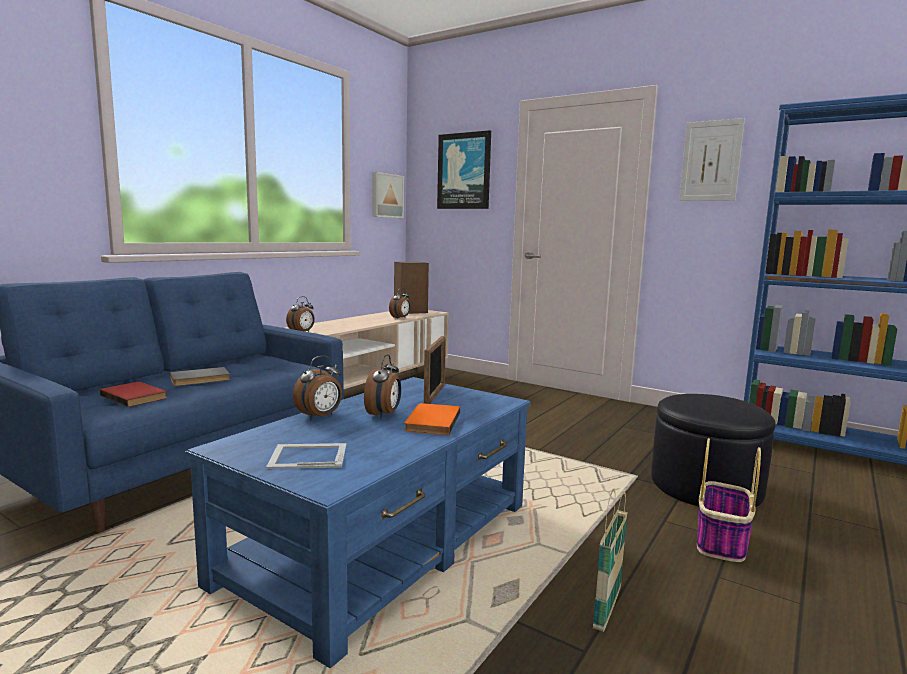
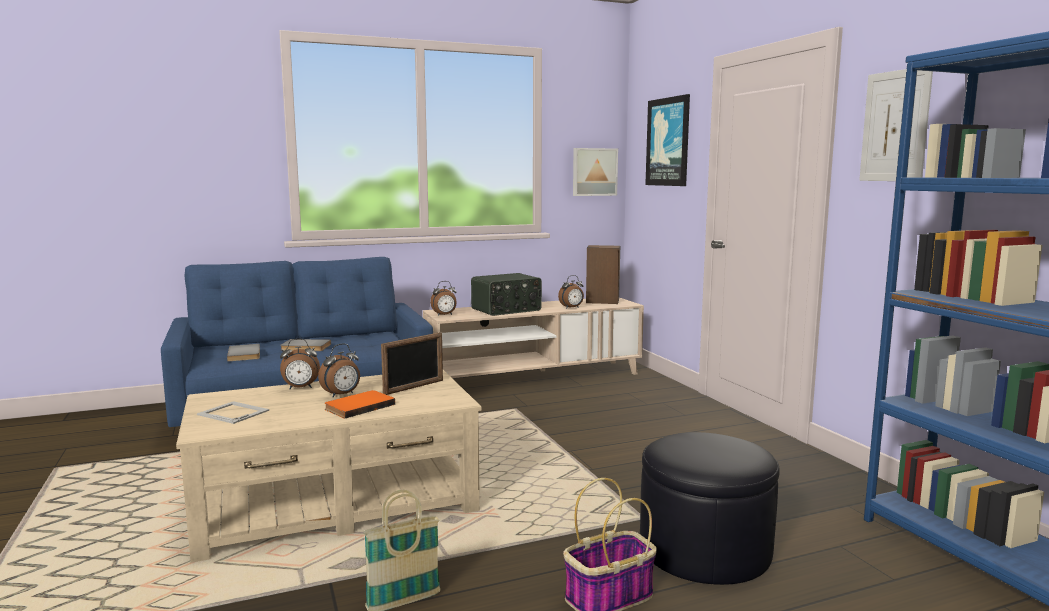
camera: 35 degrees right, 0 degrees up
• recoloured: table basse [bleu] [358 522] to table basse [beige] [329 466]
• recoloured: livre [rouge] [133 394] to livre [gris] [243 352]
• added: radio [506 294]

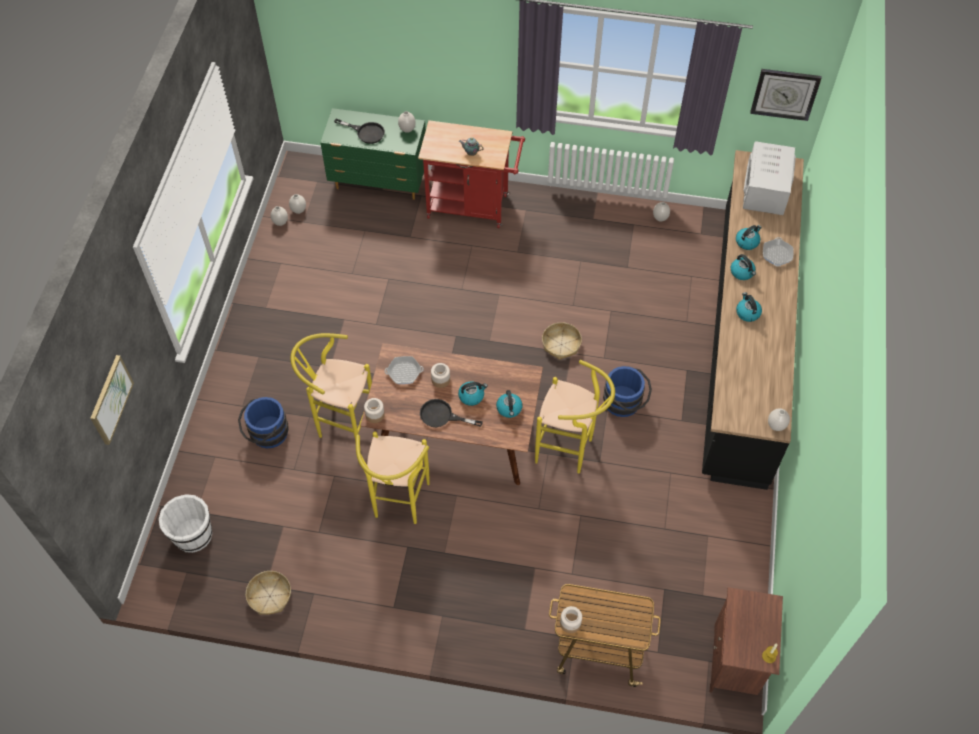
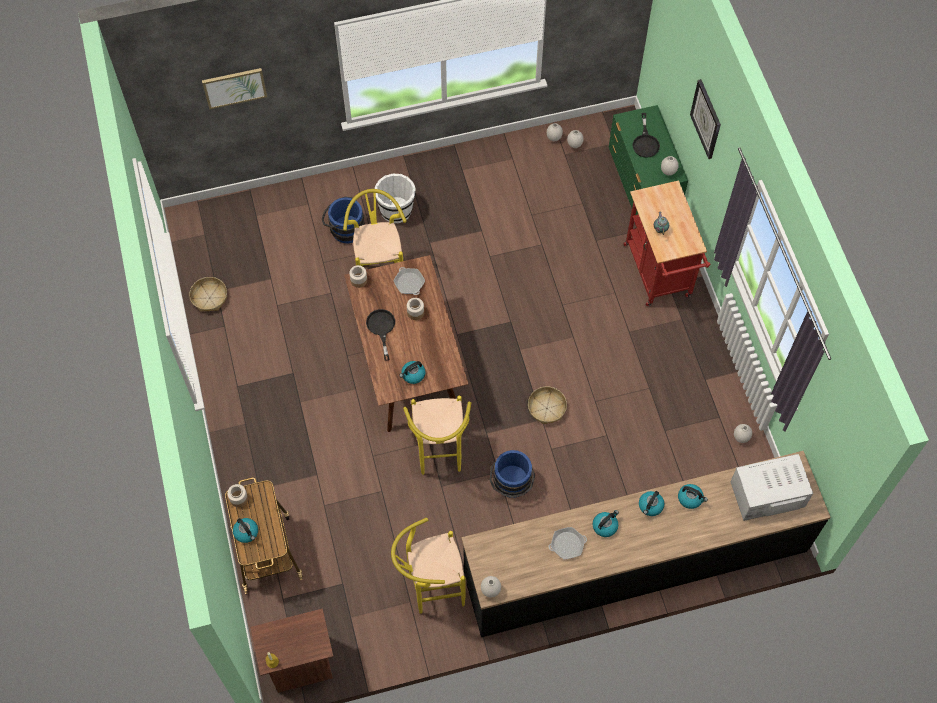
camera: 65 degrees right, 5 degrees up
• moved: bouilloire [473 393] to [245 530]
• moved: seau [blanc] [185 523] to [395 198]
• moved: tabouret [jaune] [393 477] to [428 566]
• moved: poêle [778 252] to [568 543]
• moved: horloge murale [786 95] to [705 119]

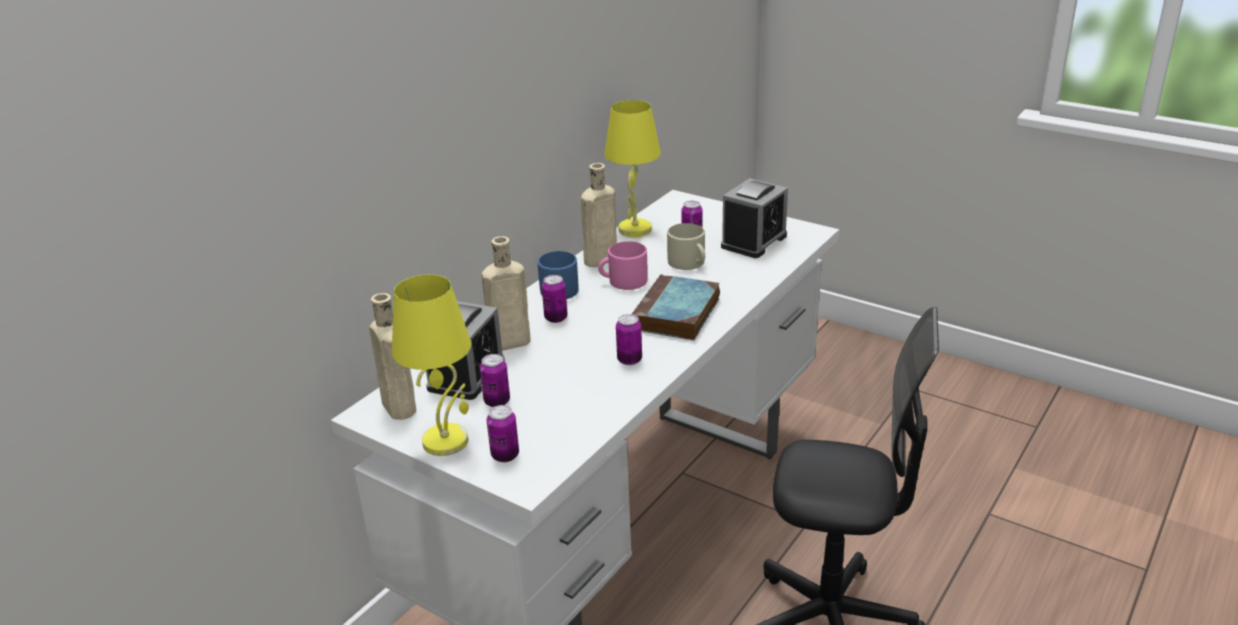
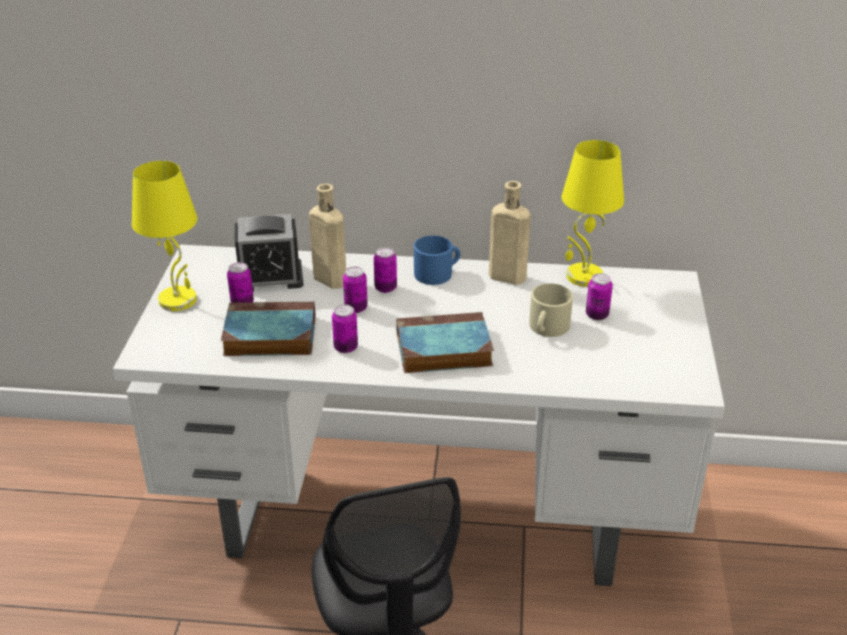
camera: 60 degrees right, 5 degrees up
• added: livre [268 329]
• moved: boîte métallique [503 433] to [355 289]
• removed: bouteille [beige] [392 356]
• removed: mug [rose] [623 265]
• removed: réveil [754 218]

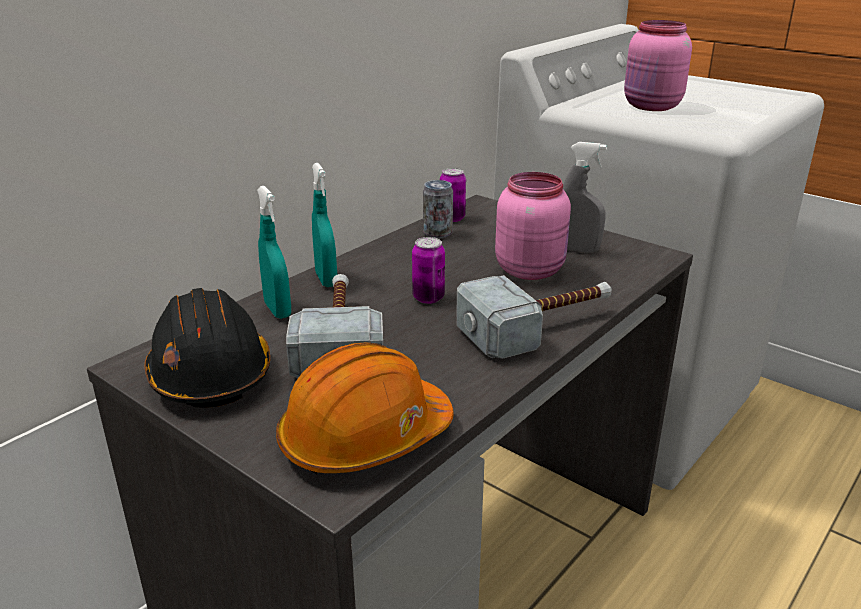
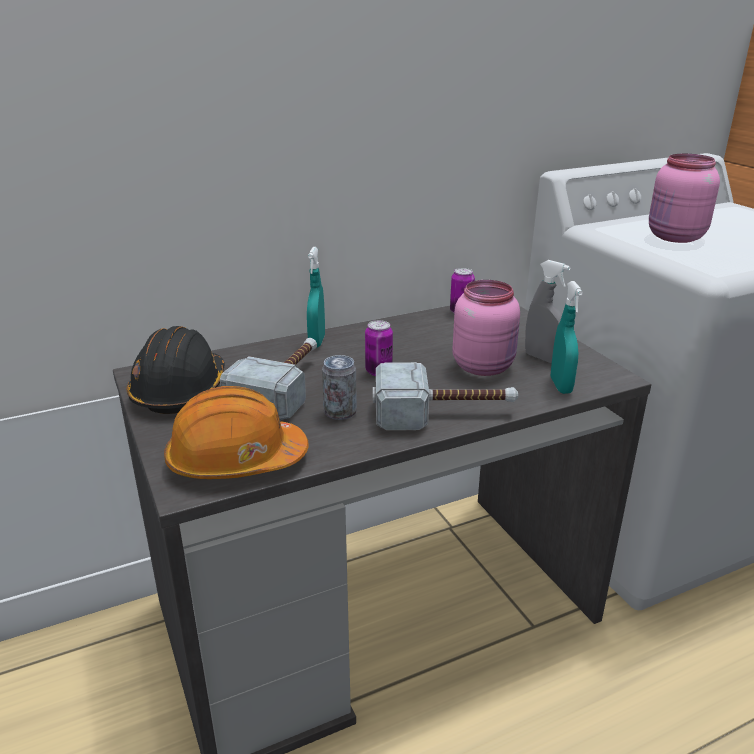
camera: 25 degrees right, 0 degrees up
• moved: boîte métallique [438 209] to [339 387]
• moved: vaporisateur [turquoise] [274 252] to [567 337]

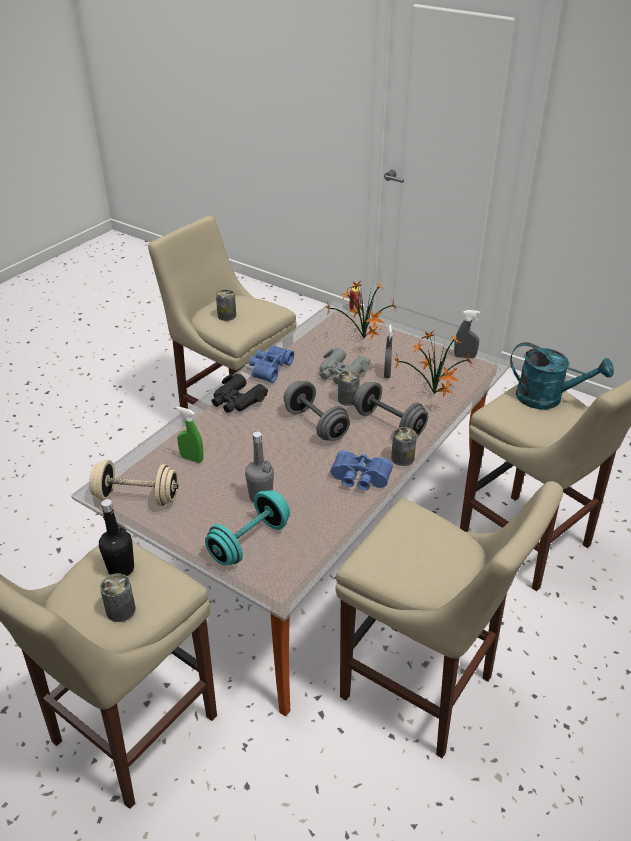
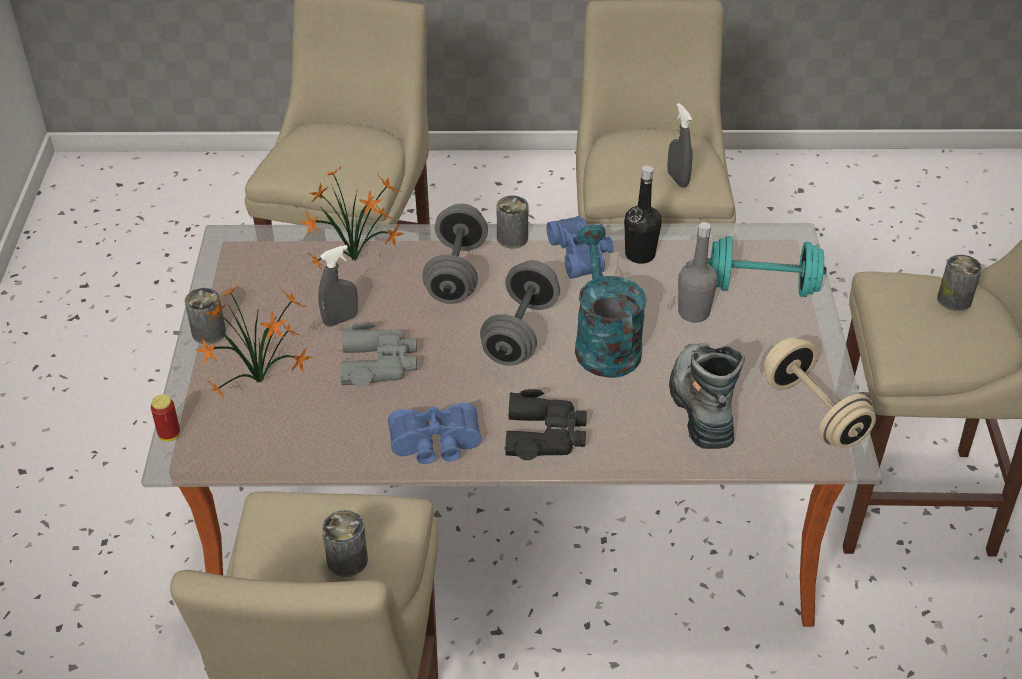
camera: 125 degrees left, 5 degrees up
• moved: boîte métallique [349 388] to [205 316]
• moved: arrosoir [turquoise] [562 375] to [611 301]
• moved: bouteille [noir] [116 537] to [643 214]
• moved: vaporisateur [gris] [467 334] to [679 145]
• replaced: vaporisateur [vert] [189 435] to botte [707 396]

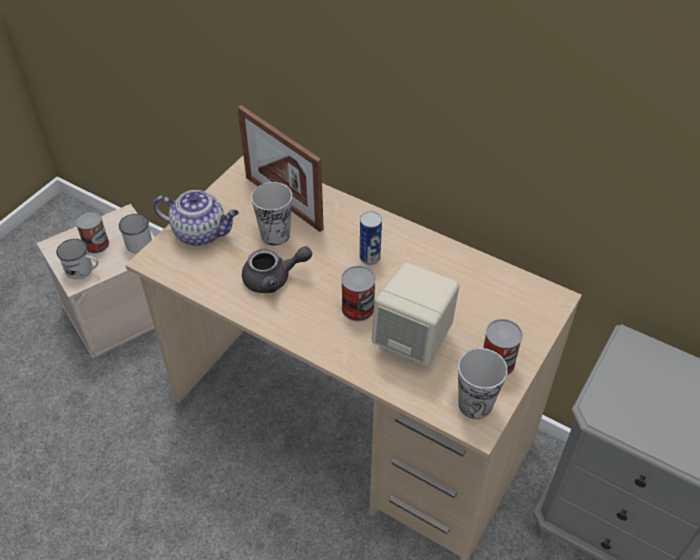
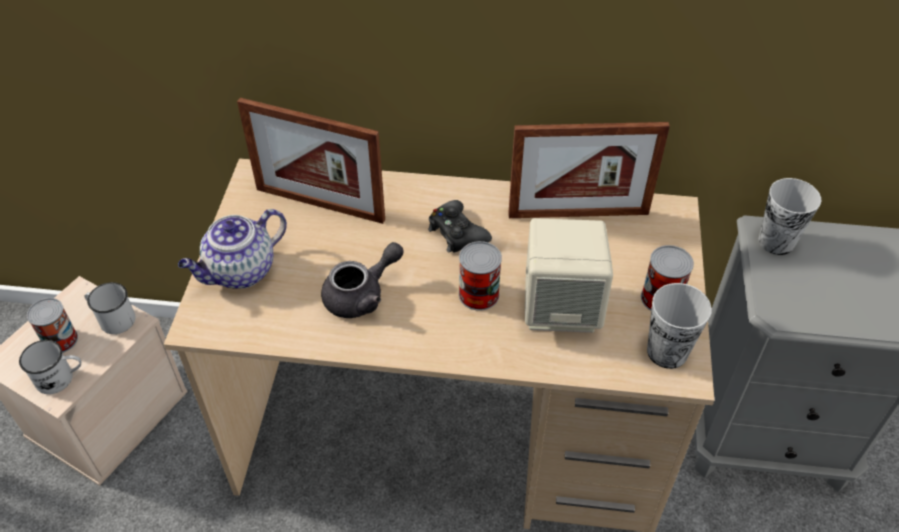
camera: 25 degrees left, 0 degrees up
• turned: théière [196 218] = [232 249] 150 degrees clockwise
• replaced: boîte métallique [371 238] to manette [noir] [460 226]
• added: cadre photo [589 170]
• moved: tasse [271 213] to [790 216]

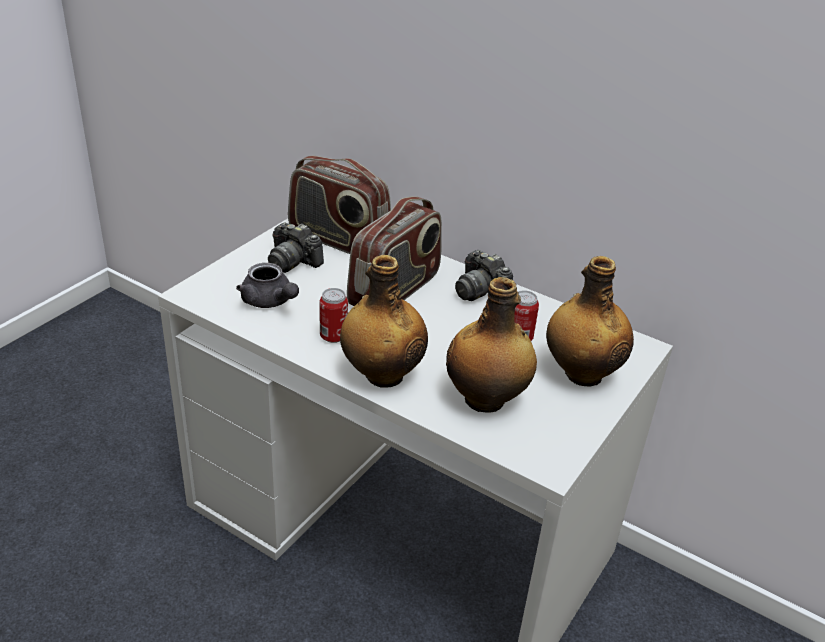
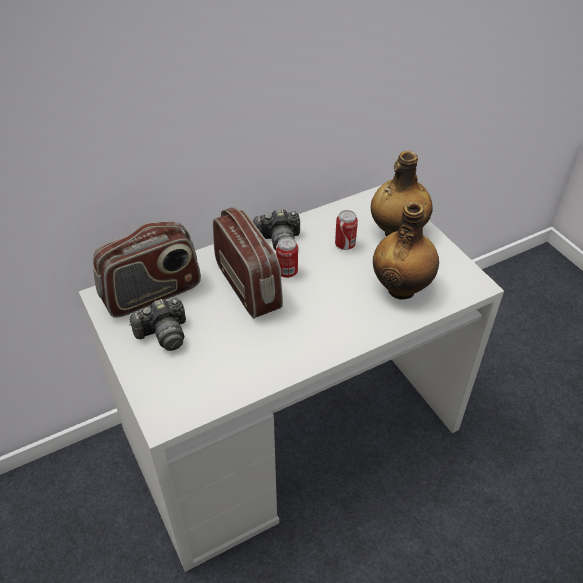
camera: 60 degrees left, 10 degrees up
• moved: boîte métallique [333 315] to [287 257]
• removed: théière [gris] [267 285]
• removed: bouteille [384 321]

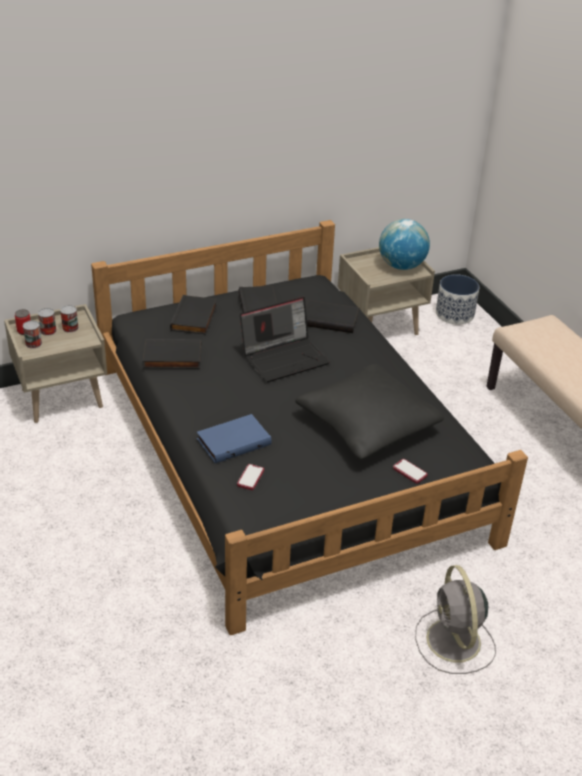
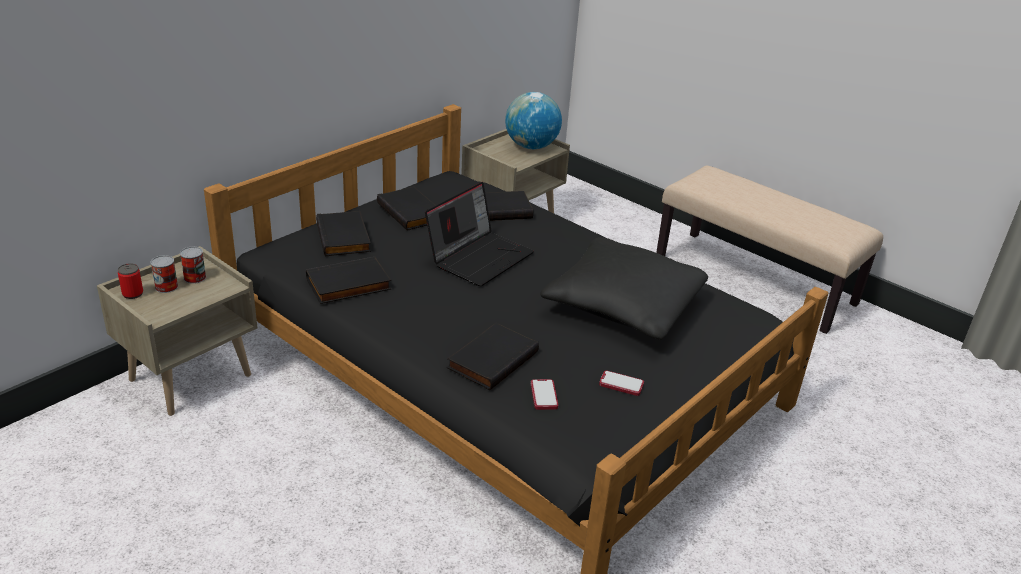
camera: 25 degrees left, 5 degrees down
• recoloured: livre [bleu] [234 438] to livre [noir] [493 356]
• moved: téléphone [410 471] to [621 383]
• removed: boîte métallique [32 334]
• removed: ventilateur [gris] [455 619]
• removed: cache-pot [457 299]

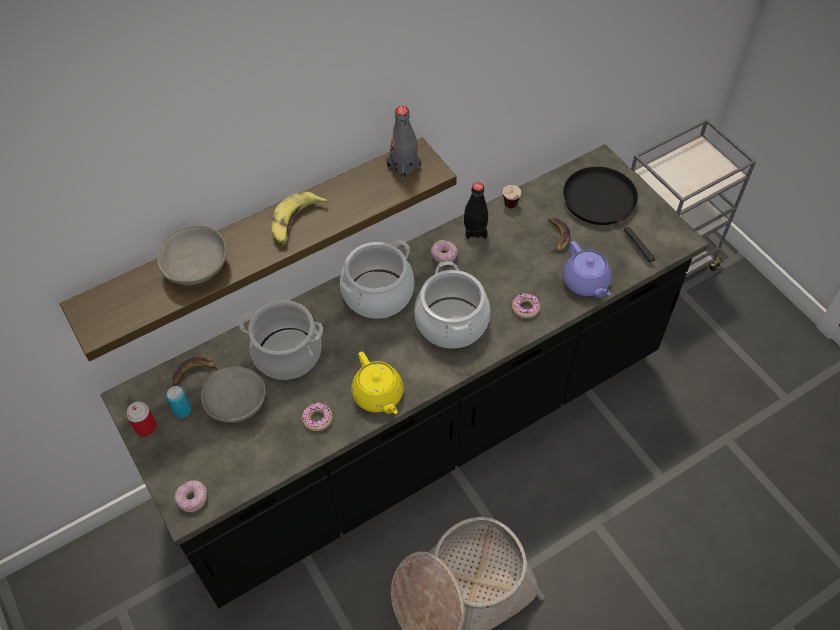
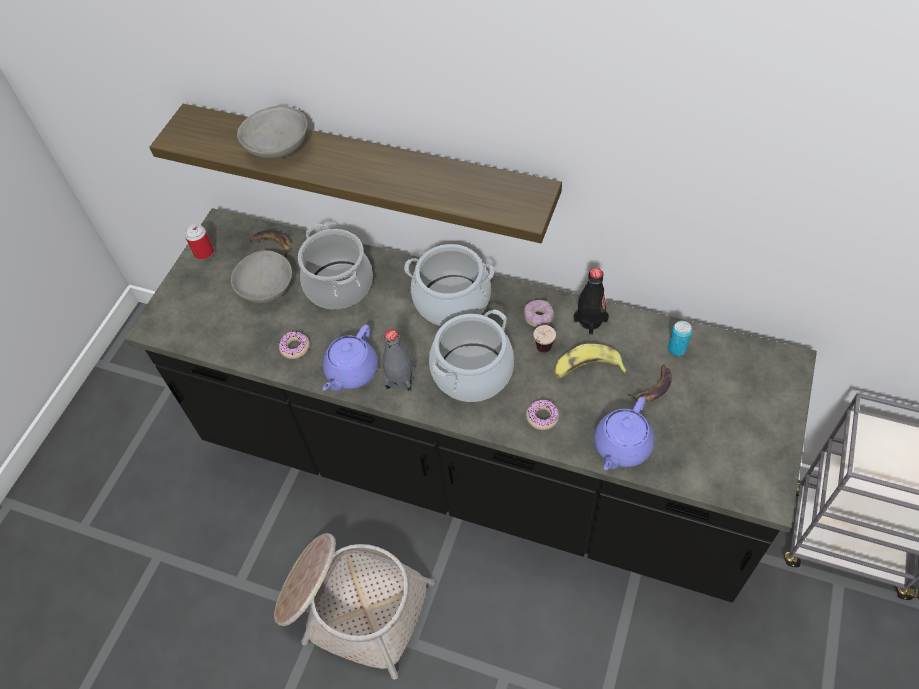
camera: 55 degrees right, 0 degrees up
• recoloured: théière [jaune] [377 382] to théière [violet] [350 358]
• moved: bouteille [gris] [404 142] to [399 360]
• moved: tasse [512 196] to [542 339]
• moved: banane [299 218] to [590 361]
• moved: boîte métallique [178 402] to [680 338]
• removed: beignet [191 496]
• removed: poêle [noir] [609 214]

